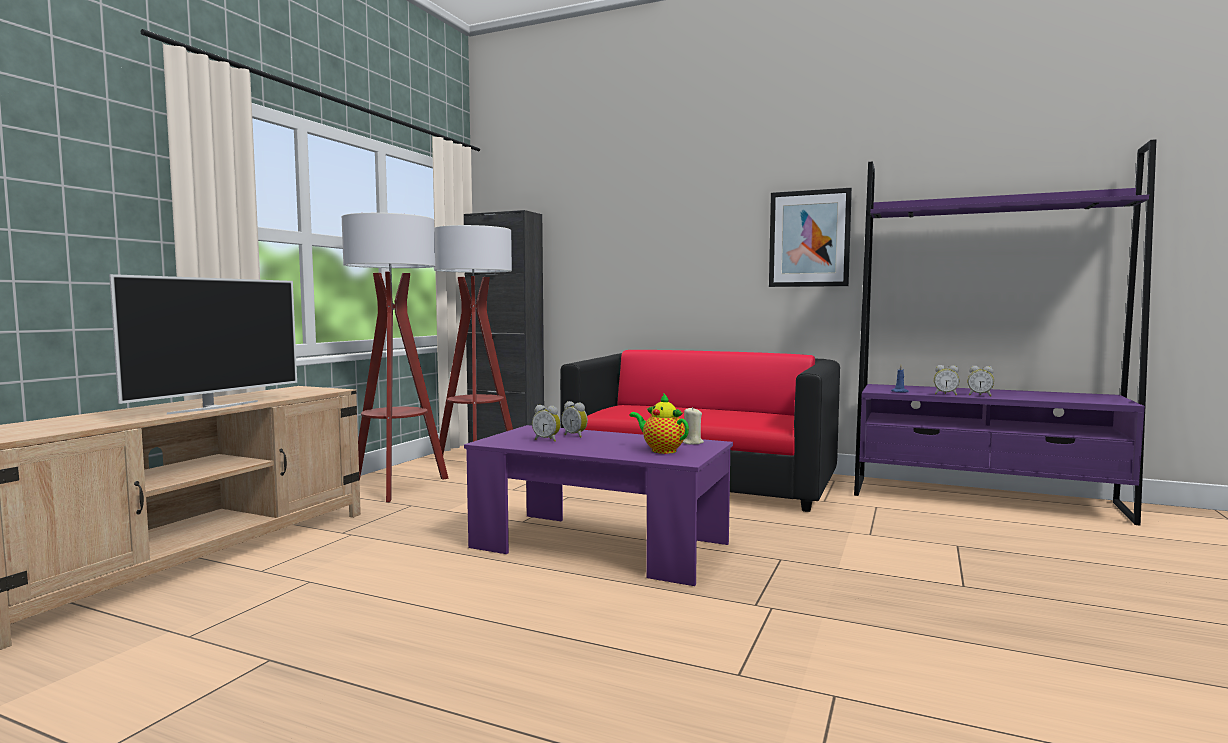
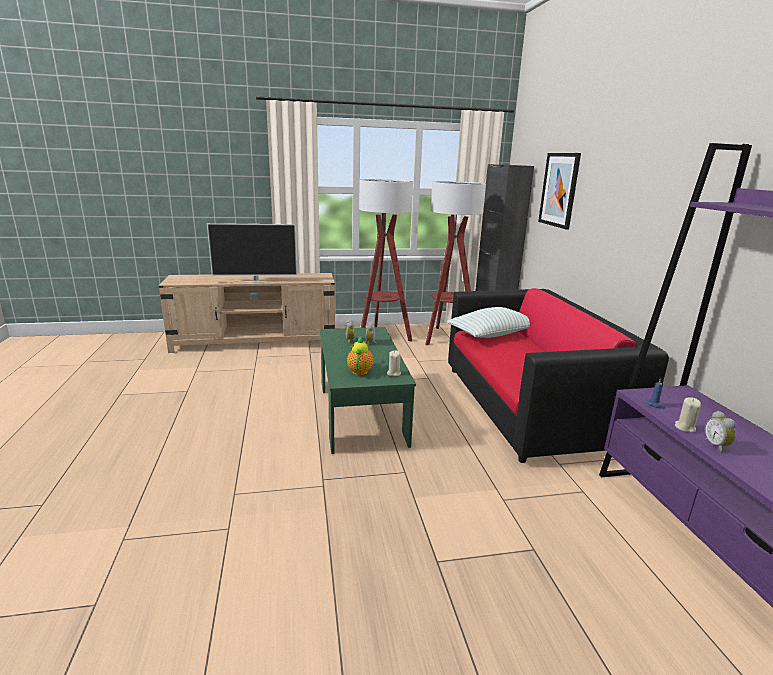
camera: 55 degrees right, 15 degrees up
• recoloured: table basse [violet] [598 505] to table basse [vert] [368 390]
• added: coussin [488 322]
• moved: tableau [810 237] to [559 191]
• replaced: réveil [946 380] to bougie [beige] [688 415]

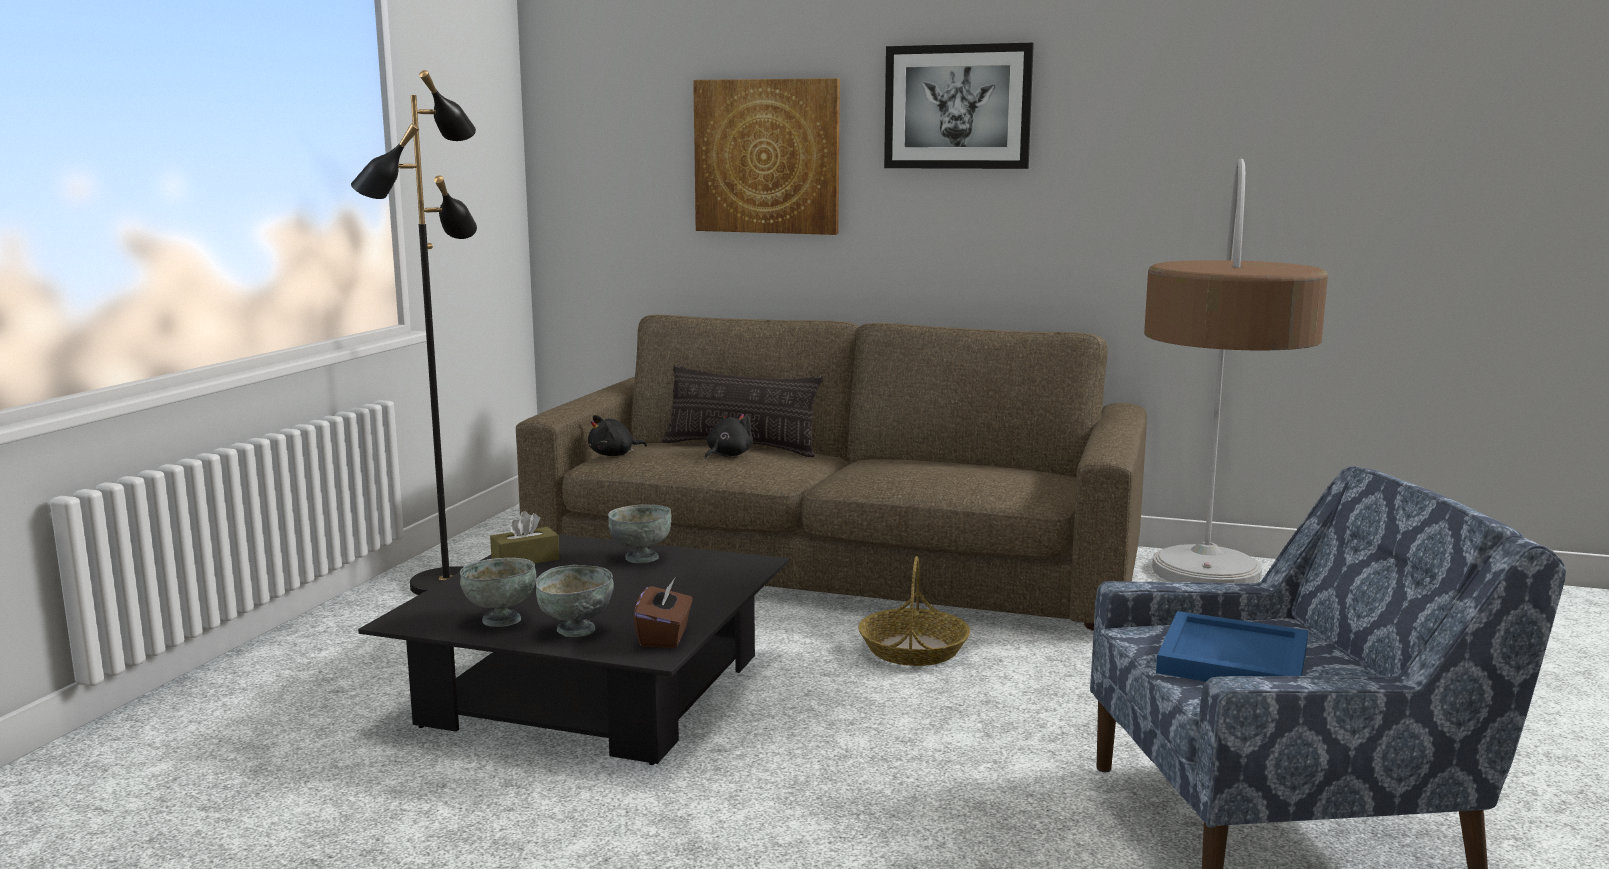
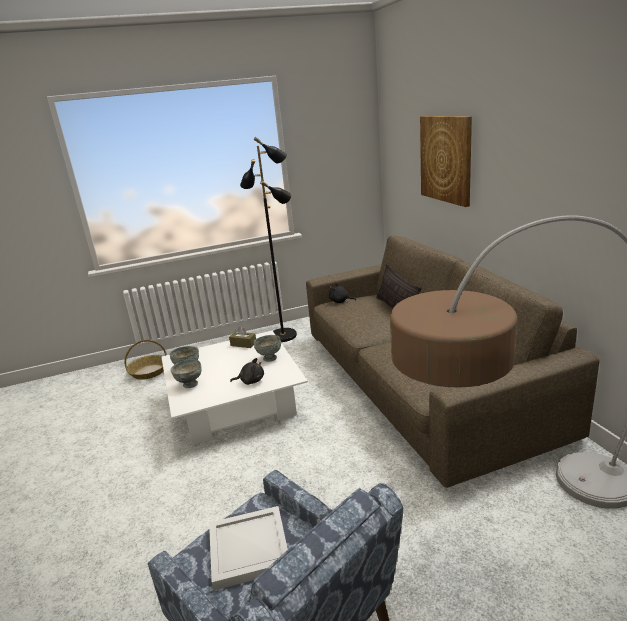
camera: 55 degrees right, 10 degrees up
• moved: panier [914 611] to [145 360]
• recoloured: table basse [noir] [573 649] to table basse [blanc] [234 388]
• recoloured: plateau [bleu] [1232 646] to plateau [blanc] [248 548]
• moved: peluche [noir] [728 435] to [247 371]
• removed: boîte à mouchoirs [marron] [663 613]
• removed: tableau [959 106]

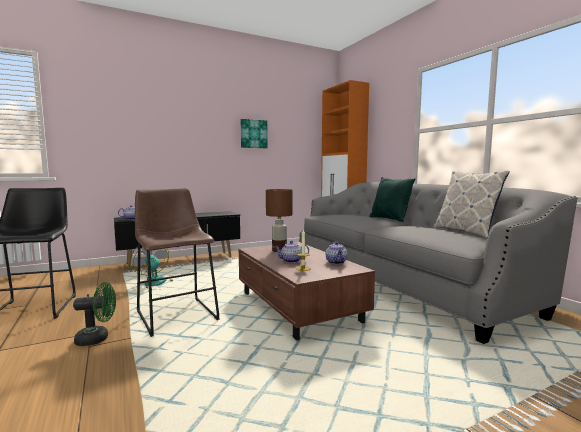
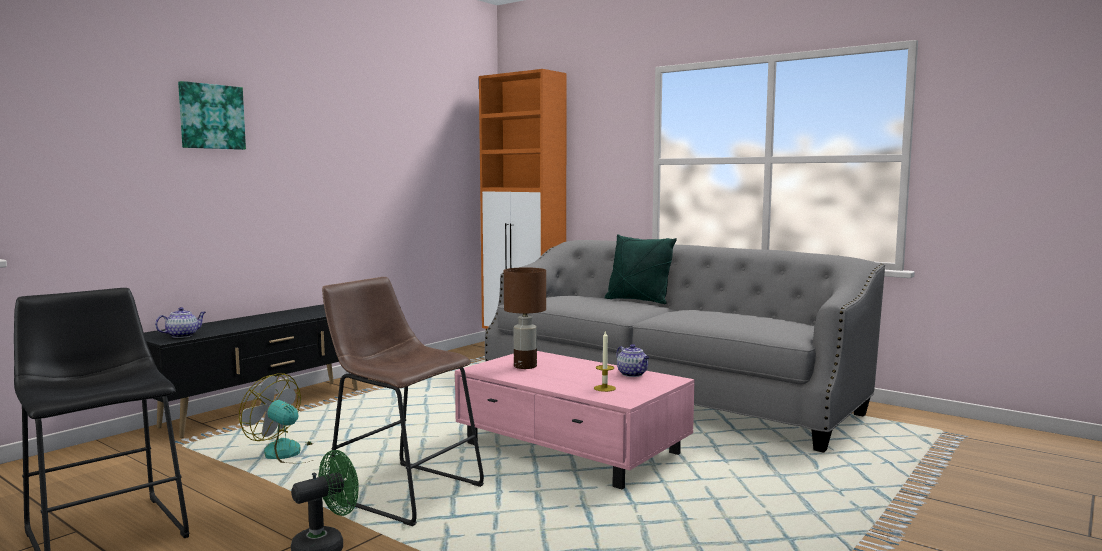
camera: 25 degrees left, 0 degrees up
• moved: tableau [254 133] to [212 115]
• recoloured: table basse [marron] [307 291] to table basse [rose] [575 420]
• removed: théière [291 251]
• removed: coussin [471 204]

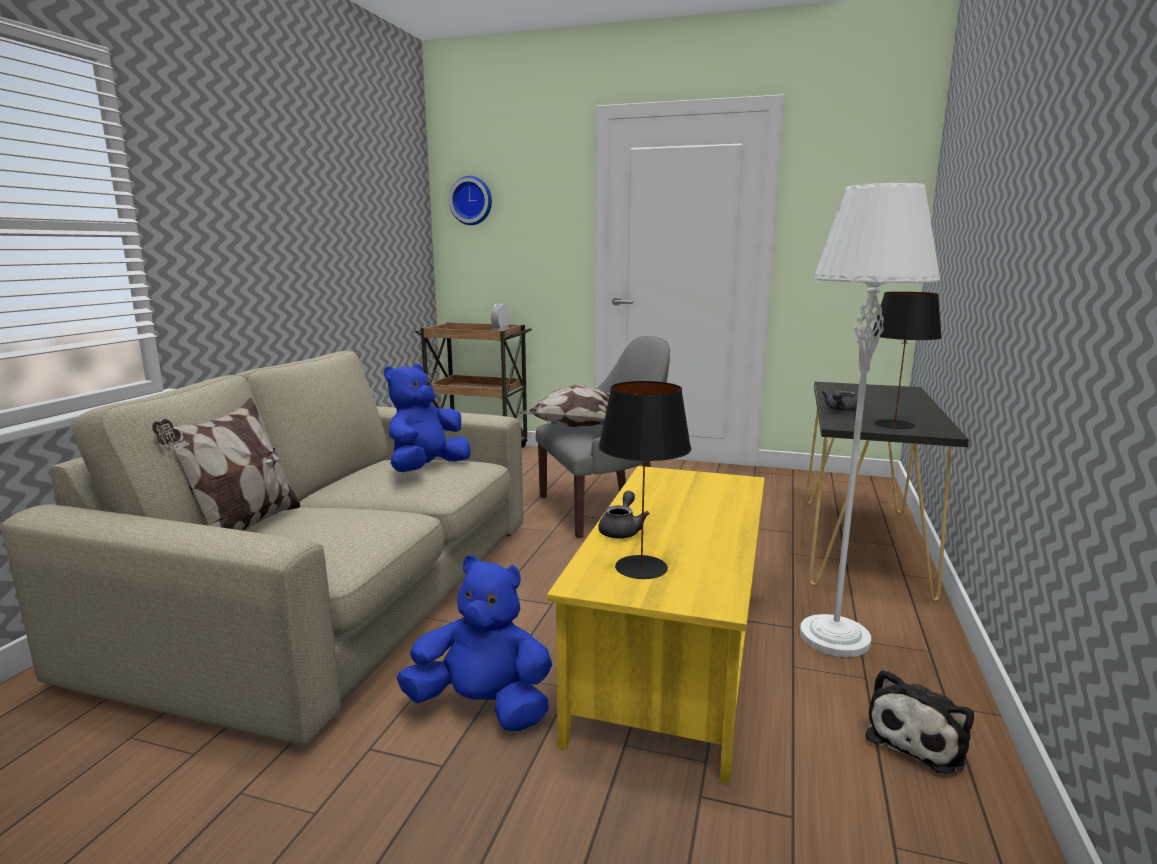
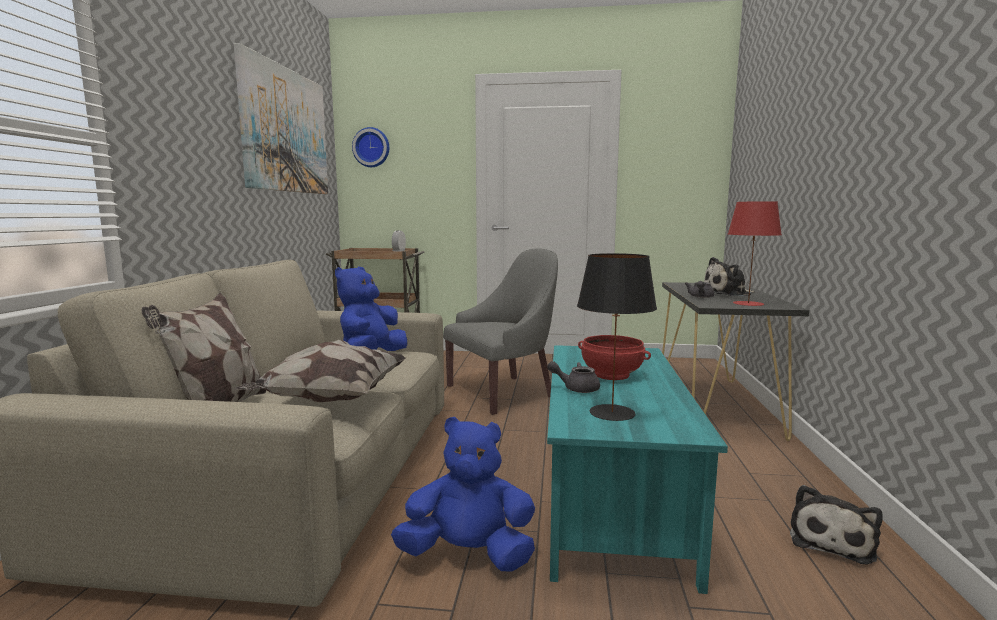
camera: 10 degrees left, 5 degrees down
• added: tableau [281 118]
• moved: coussin [564 405] to [320 371]
• recoloured: table basse [jaune] [656 625] to table basse [turquoise] [637 469]
• turned: théière [gris] [623 515] = [573 377] 90 degrees counterclockwise
• added: bol [rouge] [614 357]
• added: peluche [729 276]
• recoloured: lampe de table [noir] [907 360] to lampe de table [rouge] [755 253]
• removed: lampadaire [blanc] [870 420]

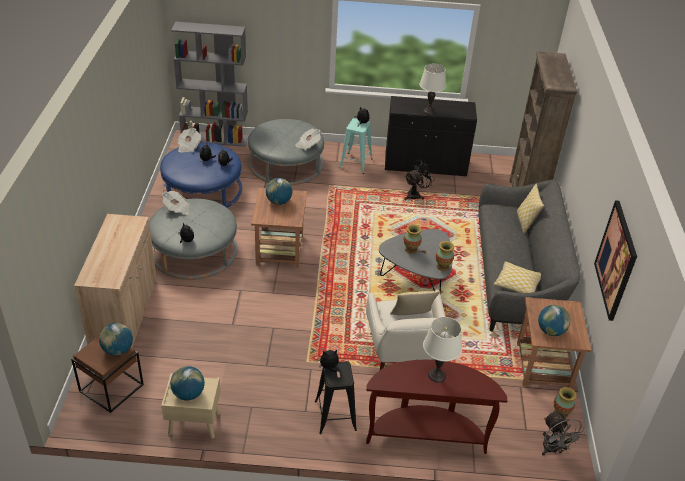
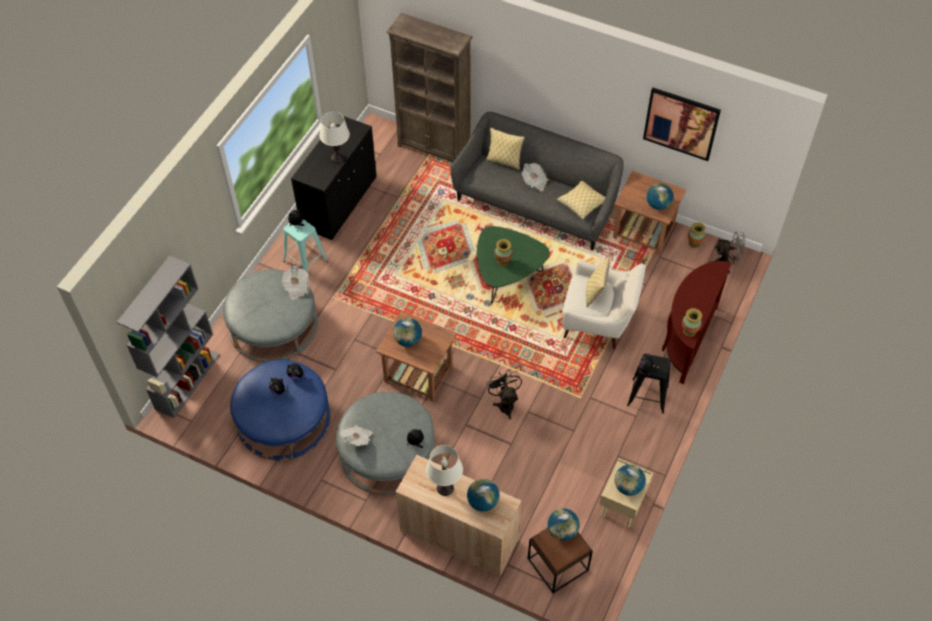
camera: 65 degrees left, 15 degrees up
• moved: lampe de table [blanc] [442 350] to [444 470]
• added: globe [483 494]
• recoloured: table basse [gris] [415 262] to table basse [vert] [513 264]
• moved: ventilateur [noir] [419 179] to [504 394]
• moved: journal [189 140] to [535 177]
• moved: vase [445 256] to [692 322]

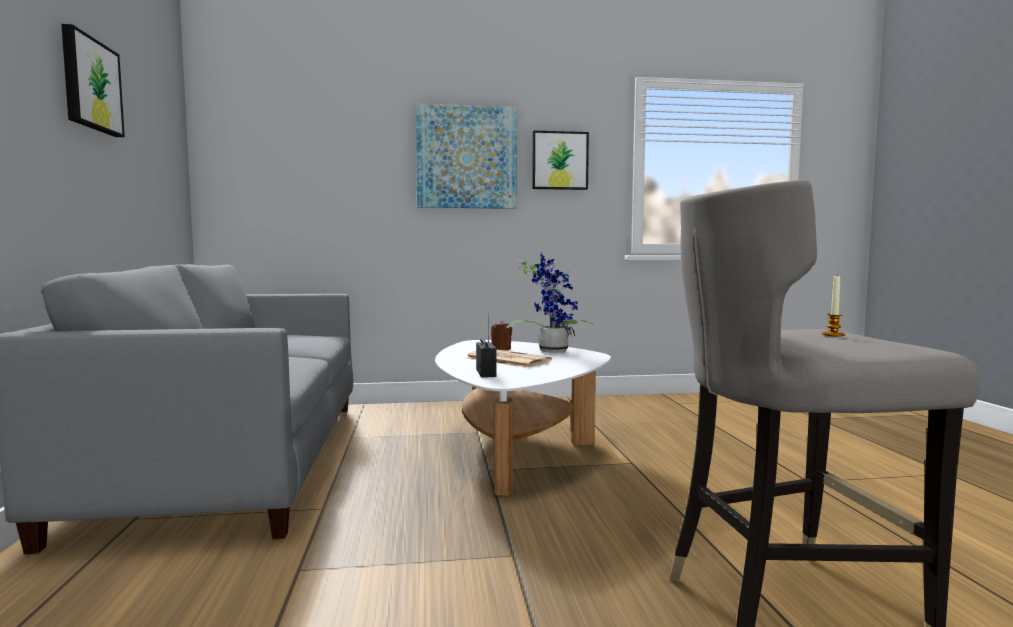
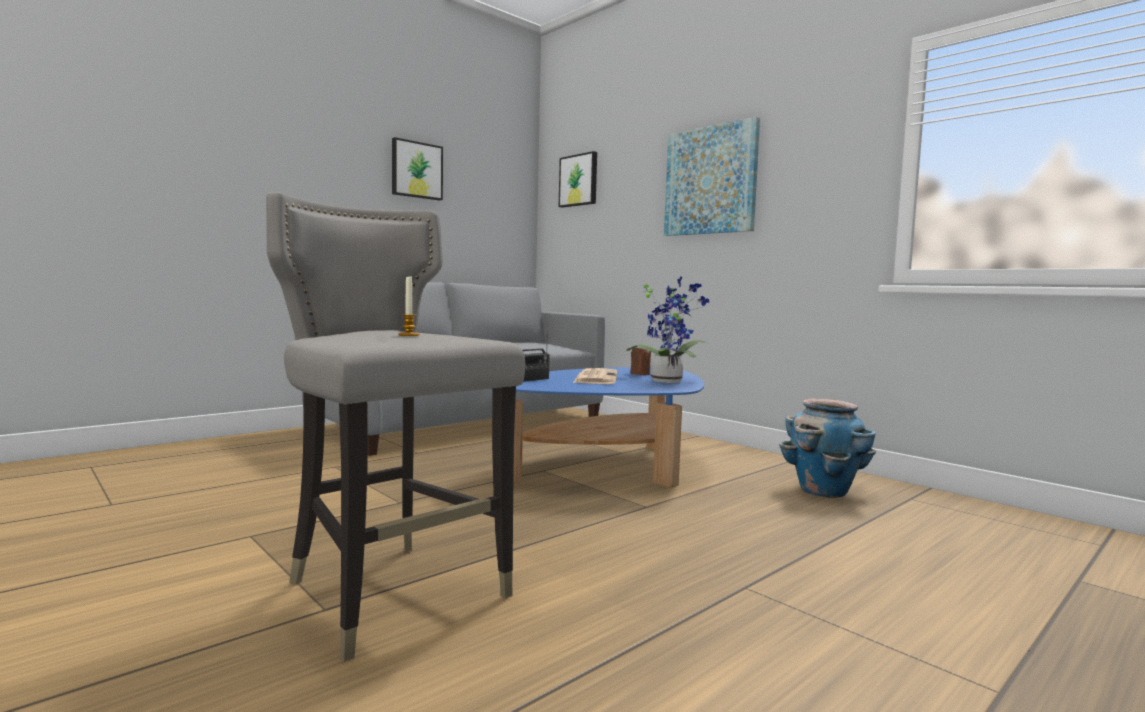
camera: 55 degrees right, 0 degrees up
• recoloured: table basse [blanc] [523 418] to table basse [bleu] [597 427]
• moved: tableau [560 160] to [578 179]
• added: cache-pot [827 448]

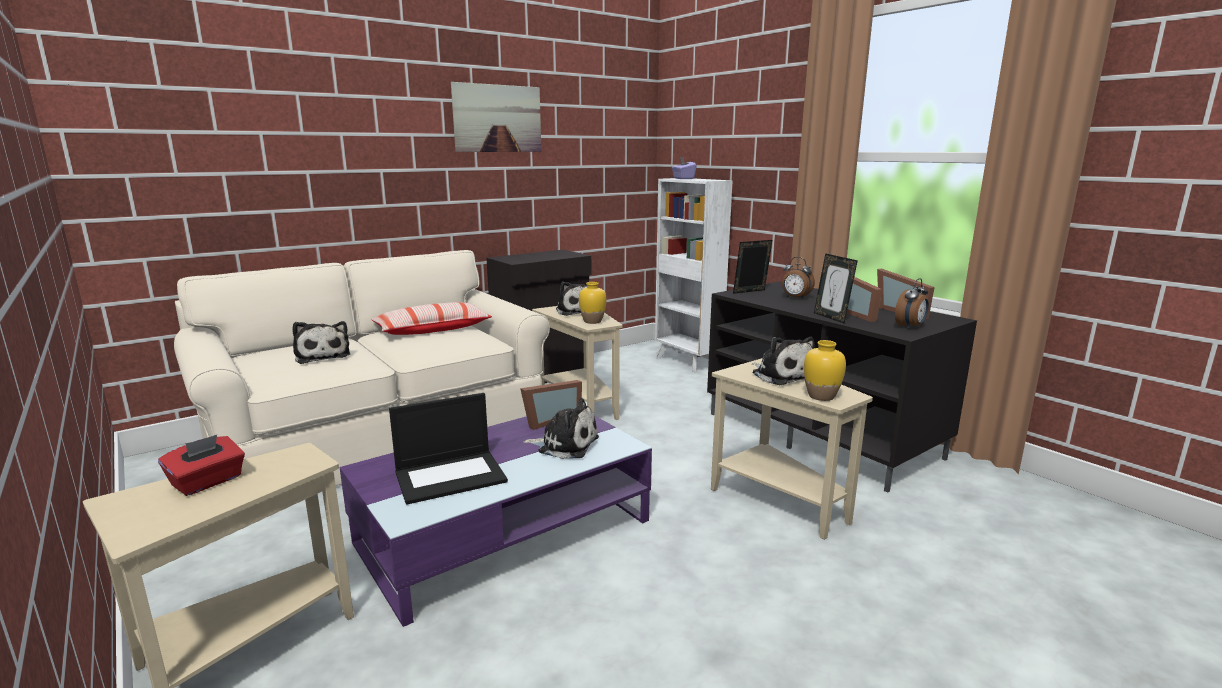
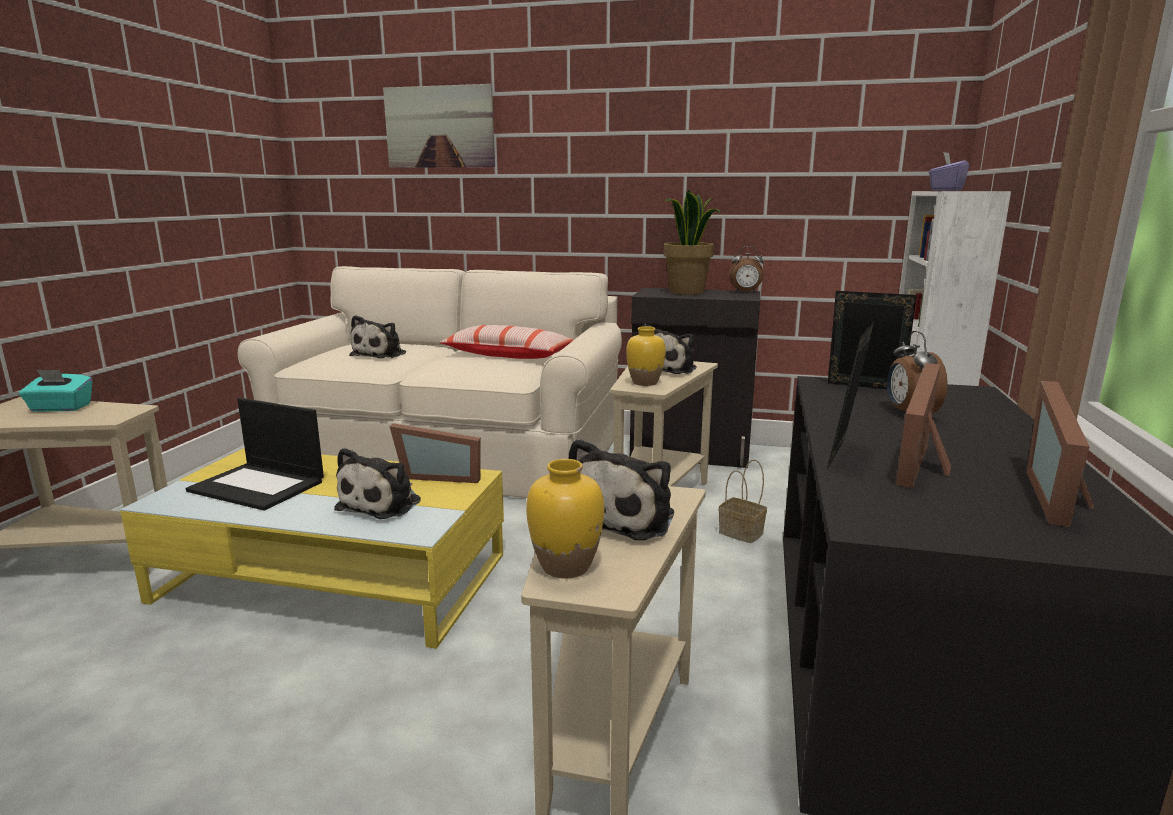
camera: 50 degrees right, 0 degrees up
• recoloured: boîte à mouchoirs [rouge] [201 465] to boîte à mouchoirs [turquoise] [55 390]
• recoloured: table basse [violet] [496 521] to table basse [jaune] [312 548]
• turned: peluche [561 428] = [377 483] 45 degrees clockwise
• moved: tableau [496 117] to [439 126]
• added: plante en pot [692 242]
• added: panier [743 501]
• moved: réveil [912 303] to [746 269]

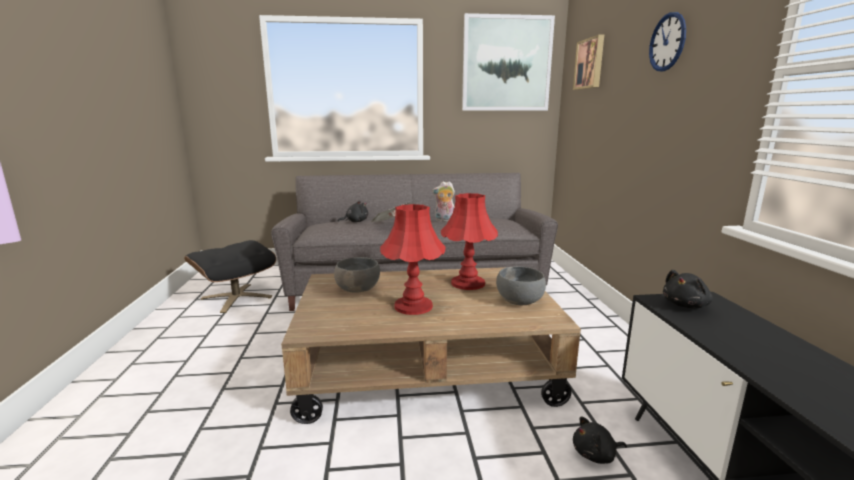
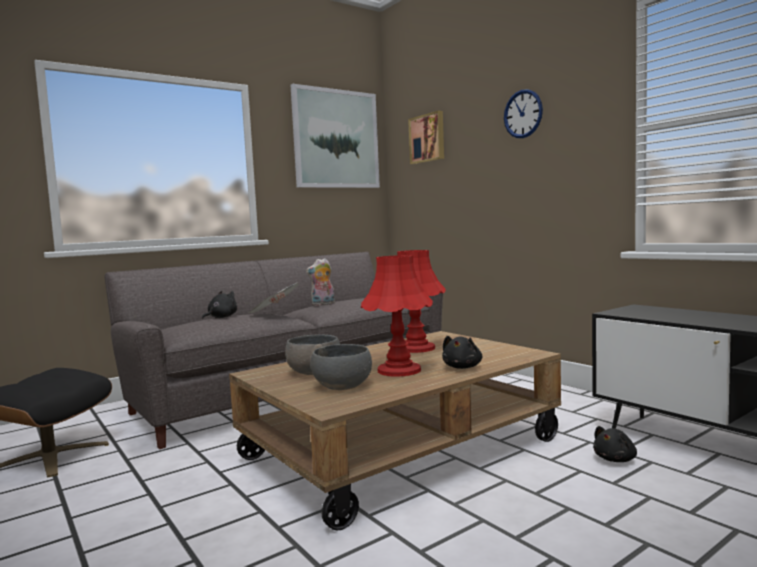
camera: 30 degrees left, 10 degrees down
• moved: bol [gris] [521 285] to [341 367]
• moved: peluche [noir] [688 289] to [462 352]

